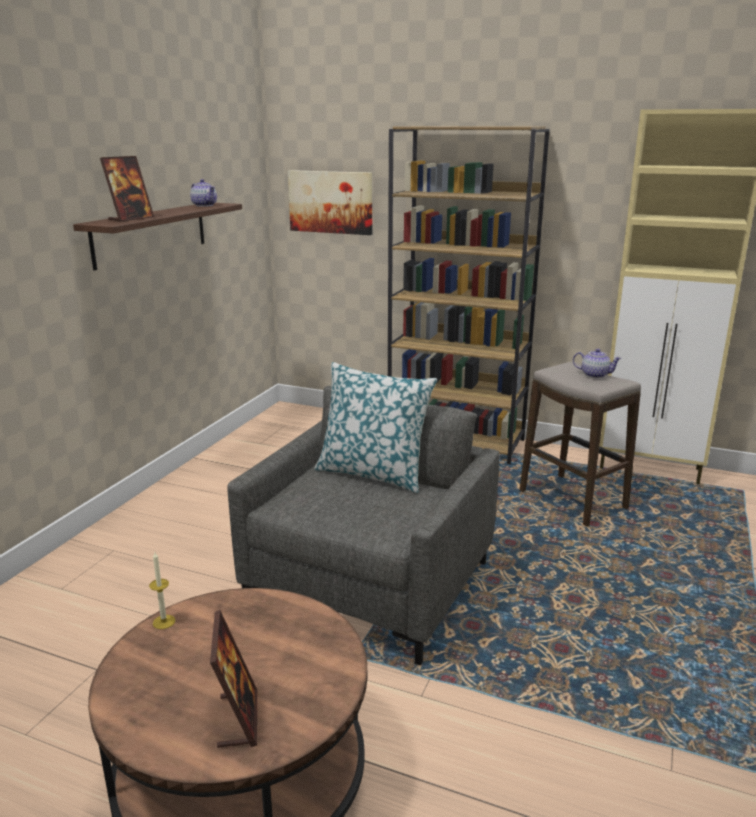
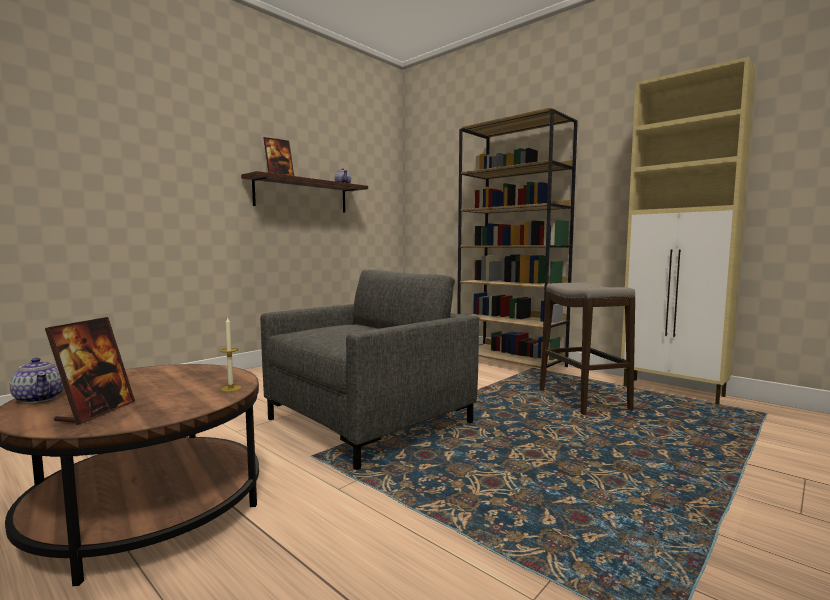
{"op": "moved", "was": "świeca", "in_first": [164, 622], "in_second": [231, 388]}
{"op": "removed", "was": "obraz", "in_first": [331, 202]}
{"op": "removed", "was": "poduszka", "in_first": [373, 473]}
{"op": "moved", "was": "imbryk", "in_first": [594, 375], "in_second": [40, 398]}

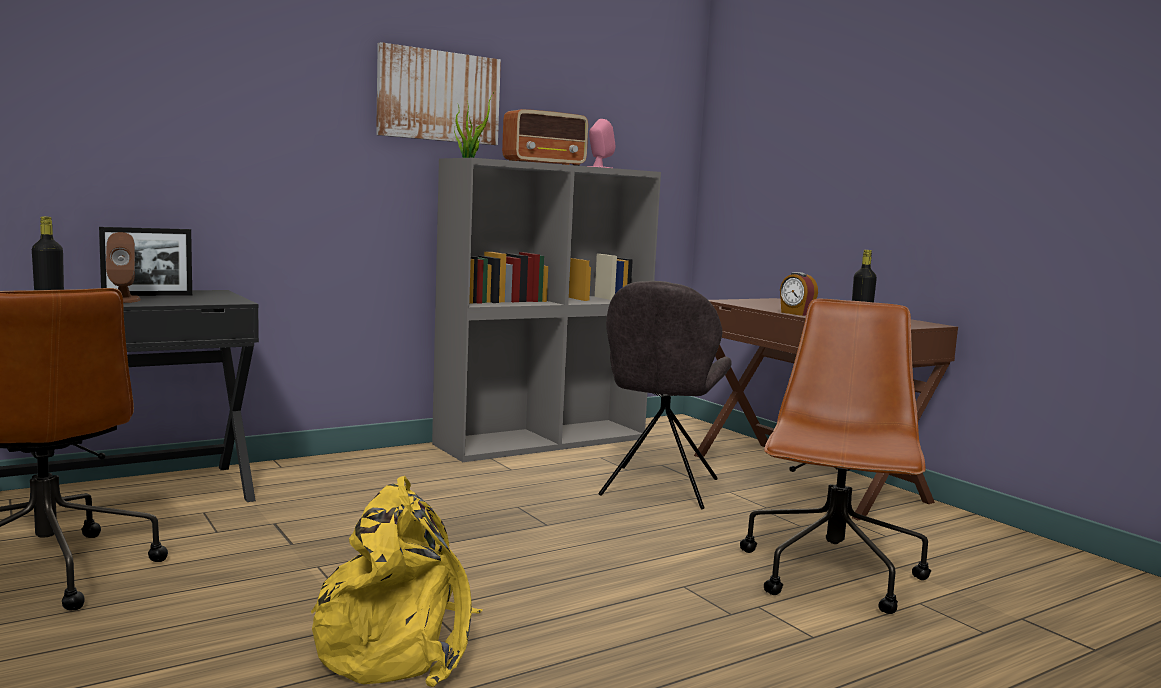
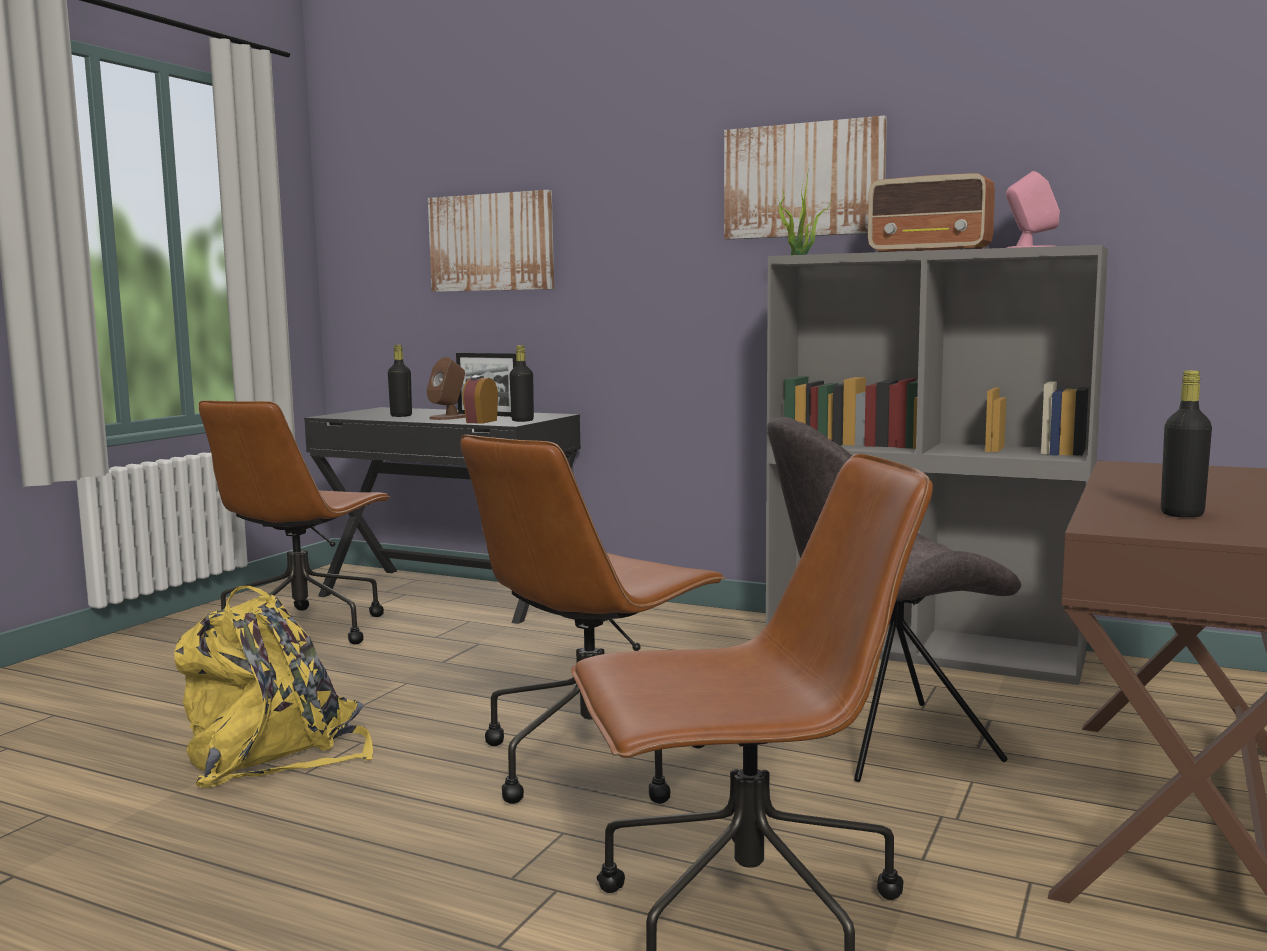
{"op": "moved", "was": "budzik", "in_first": [796, 313], "in_second": [480, 421]}
{"op": "added", "now": "obraz", "in_second": [492, 242]}
{"op": "added", "now": "krzesło biurowe/brązowy", "in_second": [594, 758]}
{"op": "added", "now": "butelka/czarny", "in_second": [522, 420]}

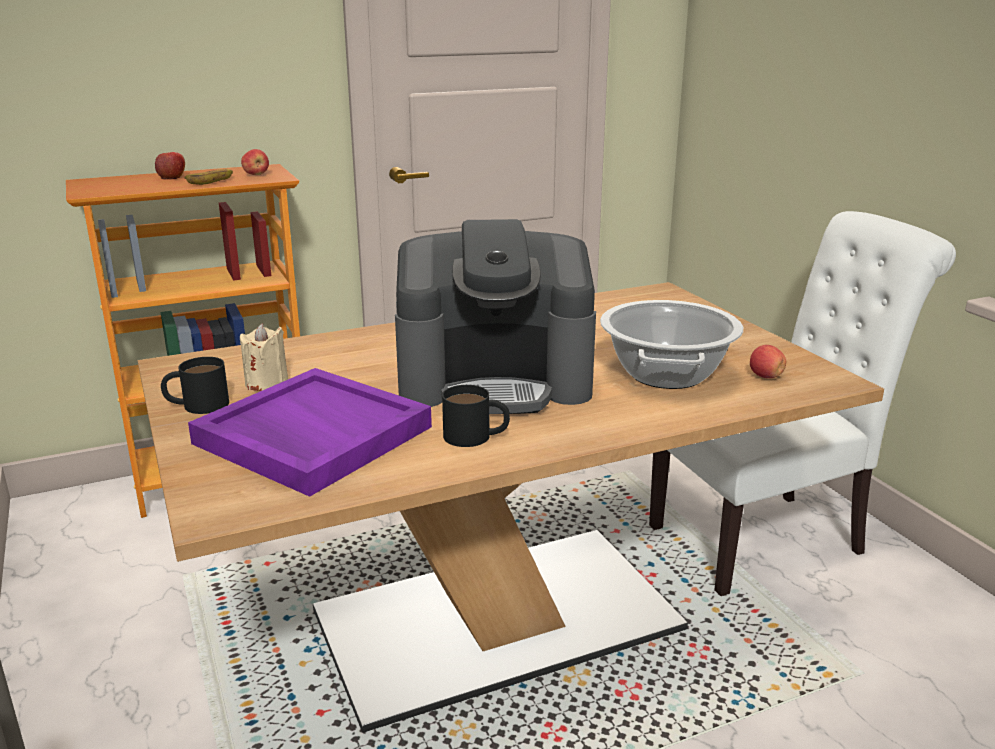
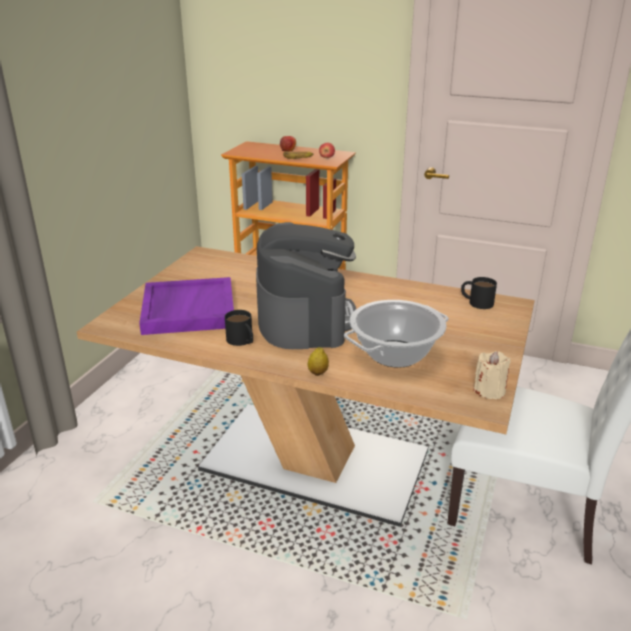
{"op": "moved", "was": "kubek/czarny", "in_first": [197, 405], "in_second": [476, 302]}
{"op": "moved", "was": "świeca/beżowy", "in_first": [267, 383], "in_second": [489, 390]}
{"op": "turned", "was": "ekspres do kawy", "in_first": [495, 381], "in_second": [305, 318], "clockwise": -135}
{"op": "removed", "was": "jabłko", "in_first": [765, 376]}
{"op": "added", "now": "cytryna", "in_second": [318, 373]}

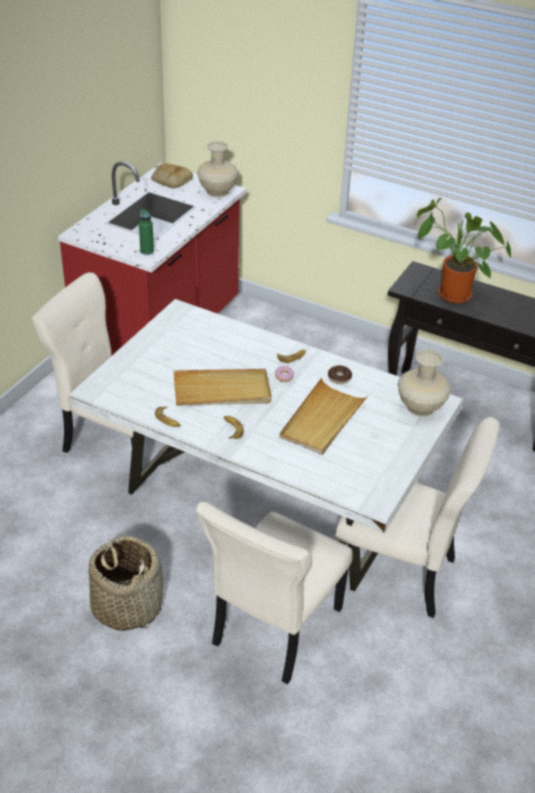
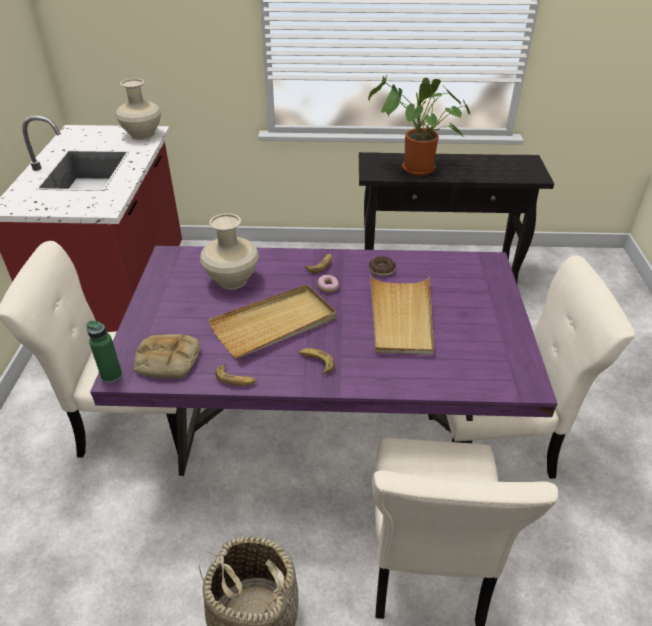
{"op": "recoloured", "was": "stół jadalny/biały", "now": "stół jadalny/fioletowy", "in_first": [260, 506], "in_second": [324, 432]}
{"op": "moved", "was": "butelka/zielony", "in_first": [147, 251], "in_second": [111, 375]}
{"op": "moved", "was": "chleb", "in_first": [171, 180], "in_second": [166, 361]}
{"op": "moved", "was": "wazon/beżowy", "in_first": [420, 408], "in_second": [232, 281]}

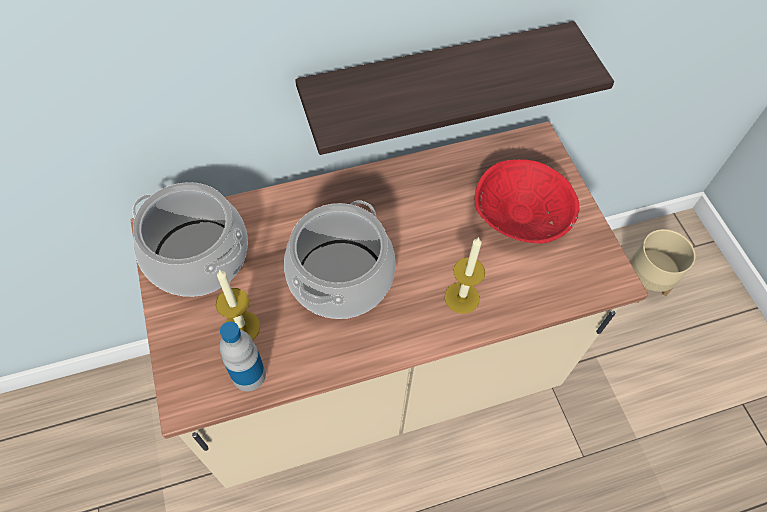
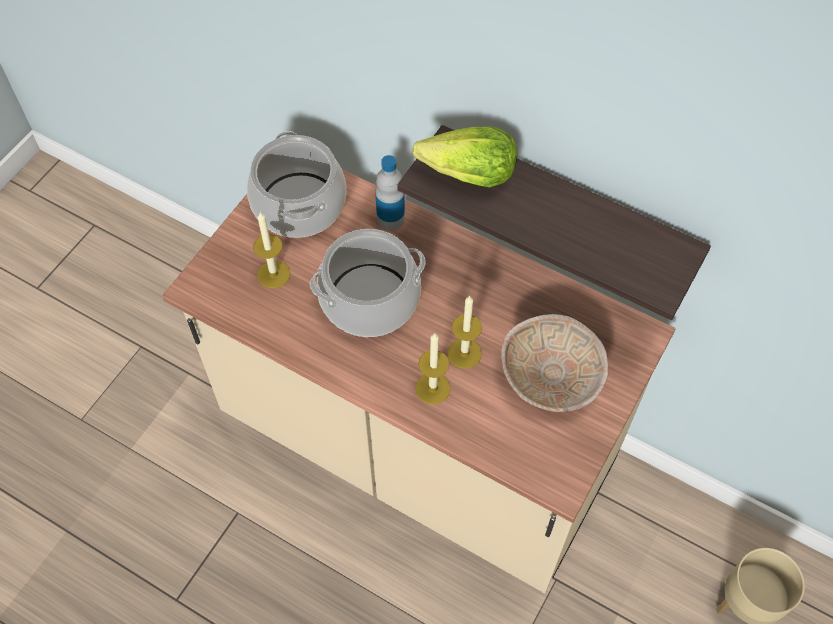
{"op": "moved", "was": "butelka", "in_first": [249, 375], "in_second": [390, 219]}
{"op": "recoloured", "was": "miska/czerwony", "now": "miska/beżowy", "in_first": [522, 216], "in_second": [552, 376]}
{"op": "added", "now": "sałata", "in_second": [468, 175]}
{"op": "added", "now": "świeca", "in_second": [464, 353]}

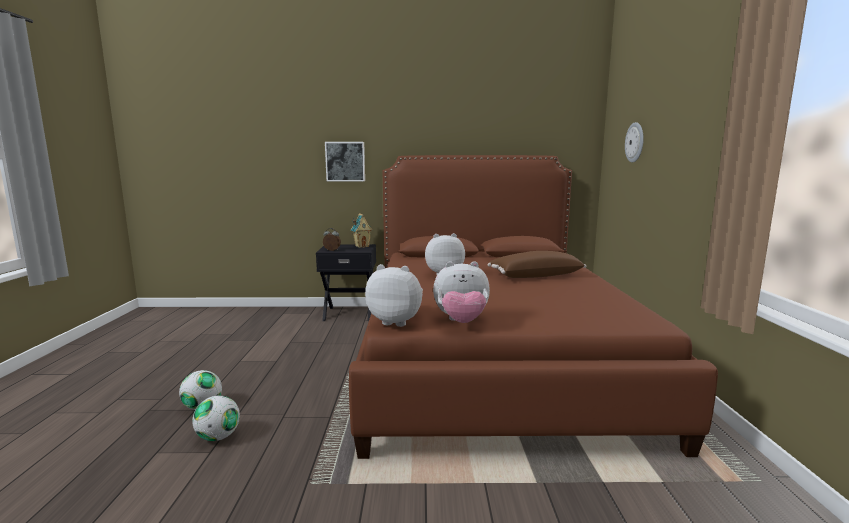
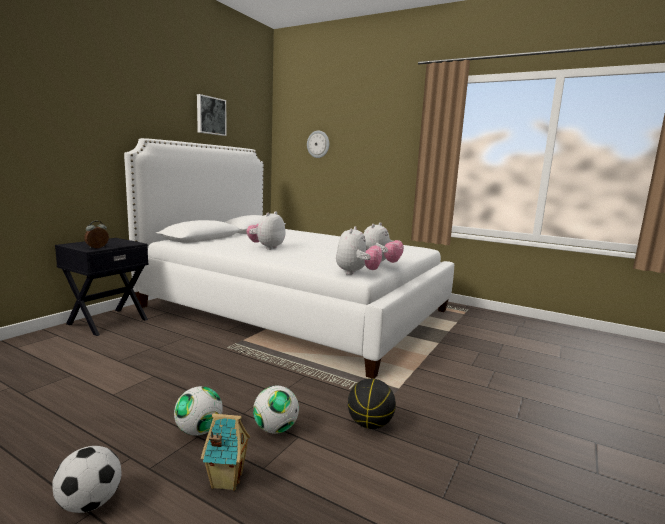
{"op": "moved", "was": "obraz", "in_first": [345, 161], "in_second": [210, 115]}
{"op": "recoloured", "was": "łóżko/brązowy", "now": "łóżko/biały", "in_first": [490, 357], "in_second": [295, 309]}
{"op": "moved", "was": "domek", "in_first": [362, 246], "in_second": [226, 480]}
{"op": "turned", "was": "pluszak", "in_first": [396, 321], "in_second": [356, 273], "clockwise": 150}
{"op": "removed", "was": "poduszka/brązowy", "in_first": [535, 276]}
{"op": "added", "now": "piłka futbolowa", "in_second": [90, 503]}
{"op": "added", "now": "piłka do koszykówki", "in_second": [369, 424]}

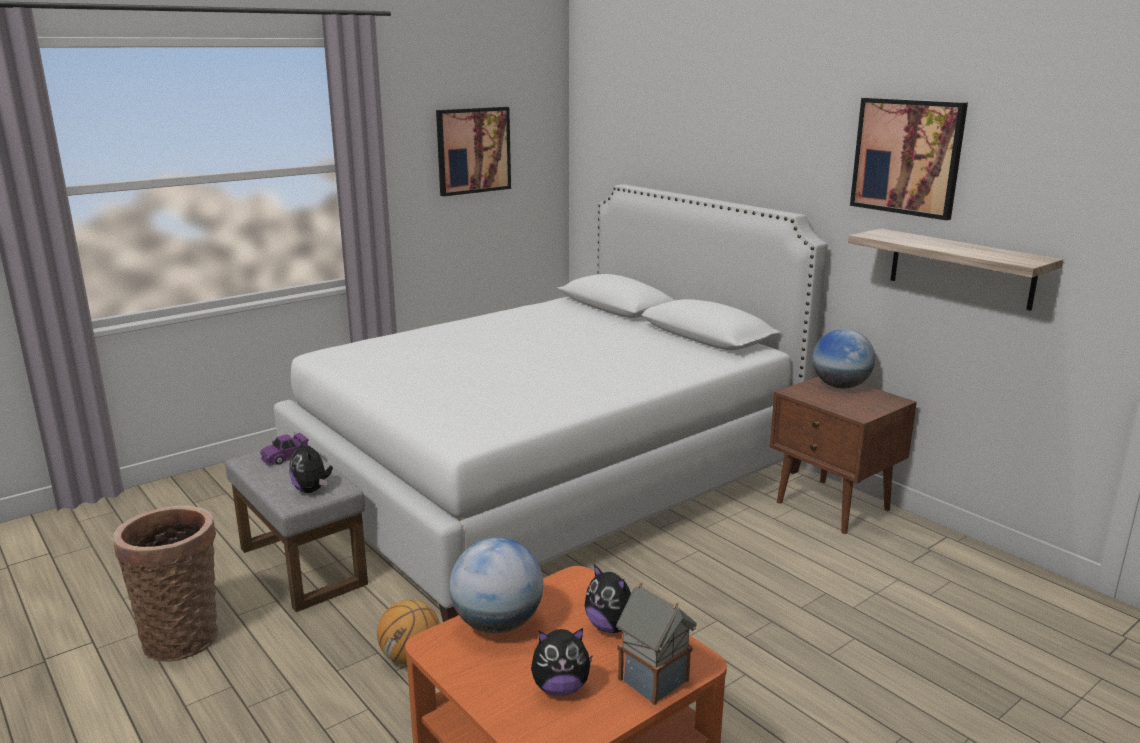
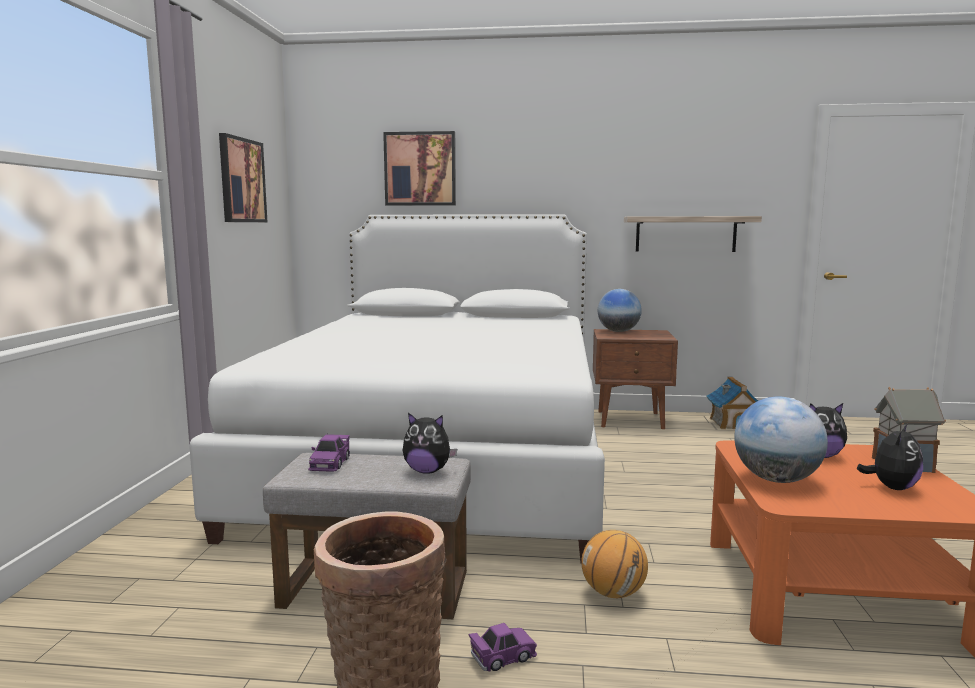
{"op": "moved", "was": "obraz", "in_first": [907, 157], "in_second": [420, 169]}
{"op": "added", "now": "samochodzik/fioletowy", "in_second": [503, 657]}
{"op": "added", "now": "domek", "in_second": [734, 423]}

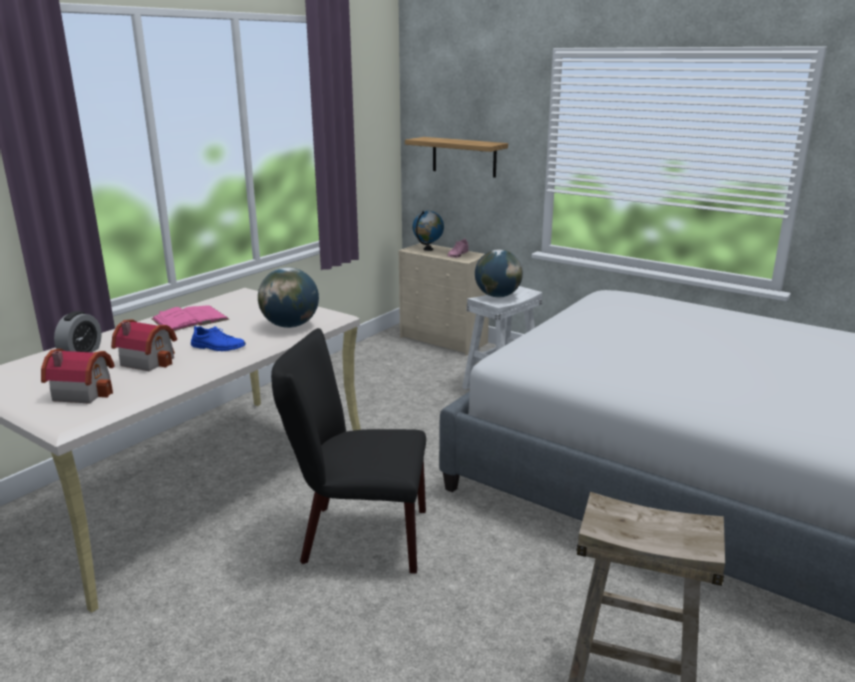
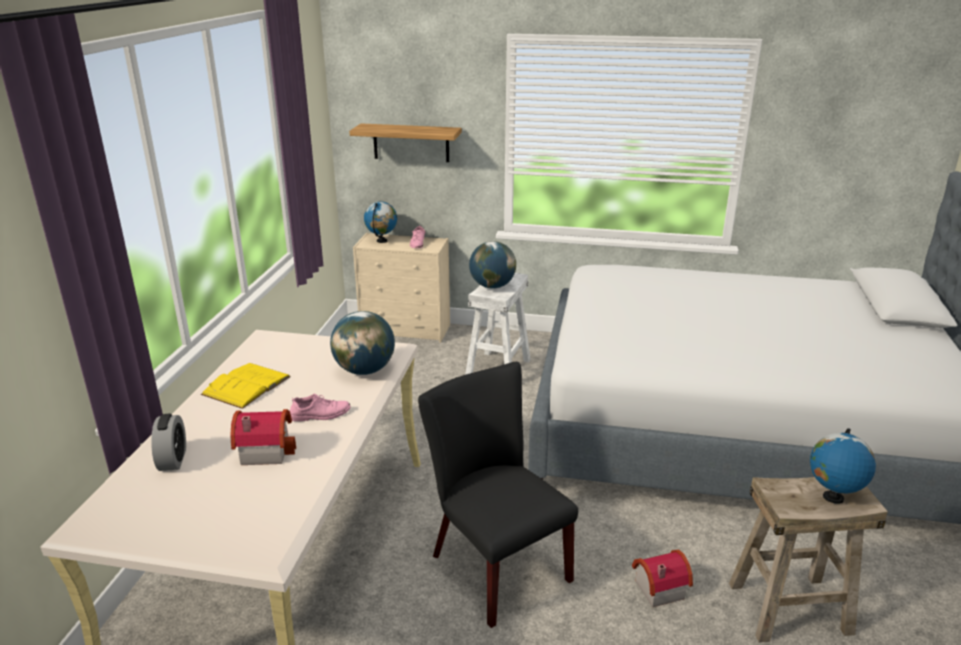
{"op": "moved", "was": "domek", "in_first": [83, 392], "in_second": [657, 588]}
{"op": "recoloured", "was": "książka/różowy", "now": "książka/żółty", "in_first": [190, 319], "in_second": [246, 385]}
{"op": "recoloured", "was": "but/niebieski", "now": "but/różowy", "in_first": [218, 347], "in_second": [320, 414]}
{"op": "turned", "was": "krzesło/czarny", "in_first": [356, 536], "in_second": [493, 563], "clockwise": 75}
{"op": "added", "now": "globus", "in_second": [832, 497]}

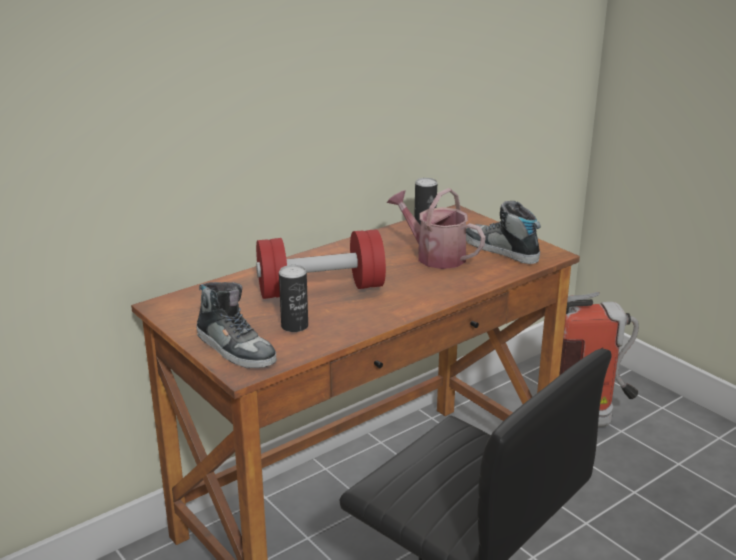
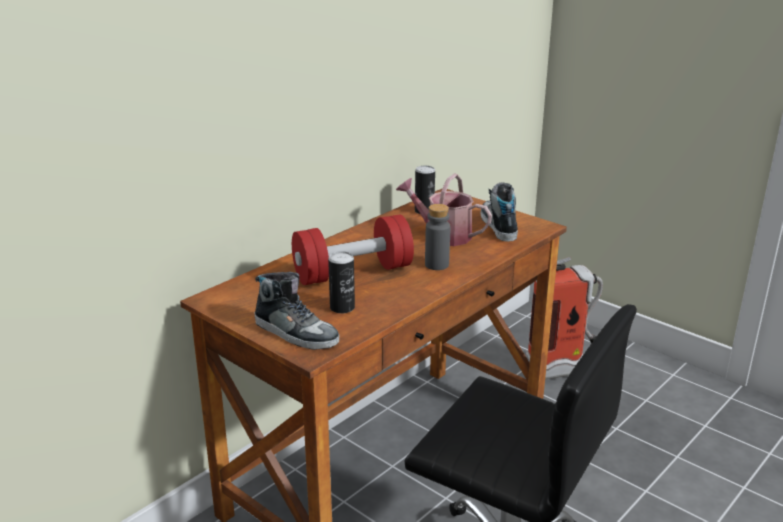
{"op": "turned", "was": "but", "in_first": [501, 250], "in_second": [498, 226], "clockwise": 45}
{"op": "added", "now": "butelka/szary", "in_second": [437, 265]}

